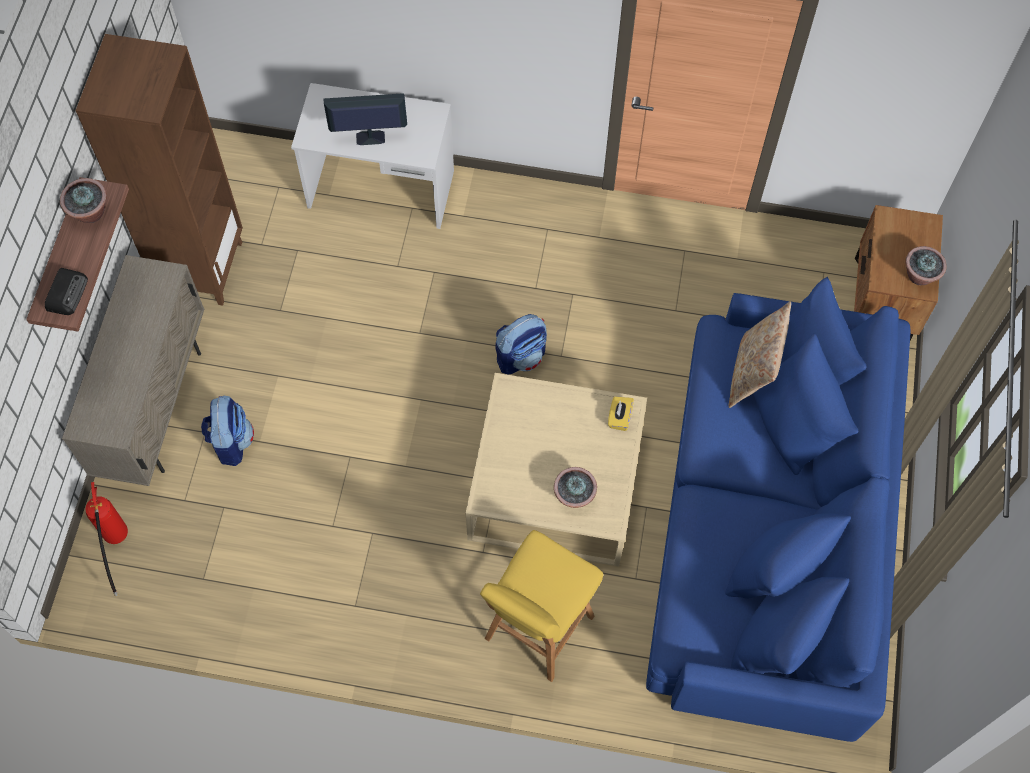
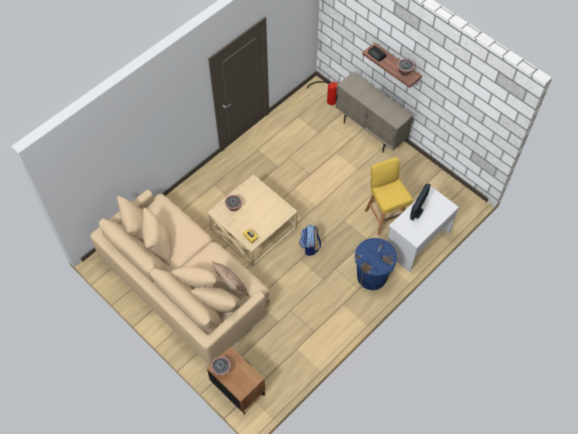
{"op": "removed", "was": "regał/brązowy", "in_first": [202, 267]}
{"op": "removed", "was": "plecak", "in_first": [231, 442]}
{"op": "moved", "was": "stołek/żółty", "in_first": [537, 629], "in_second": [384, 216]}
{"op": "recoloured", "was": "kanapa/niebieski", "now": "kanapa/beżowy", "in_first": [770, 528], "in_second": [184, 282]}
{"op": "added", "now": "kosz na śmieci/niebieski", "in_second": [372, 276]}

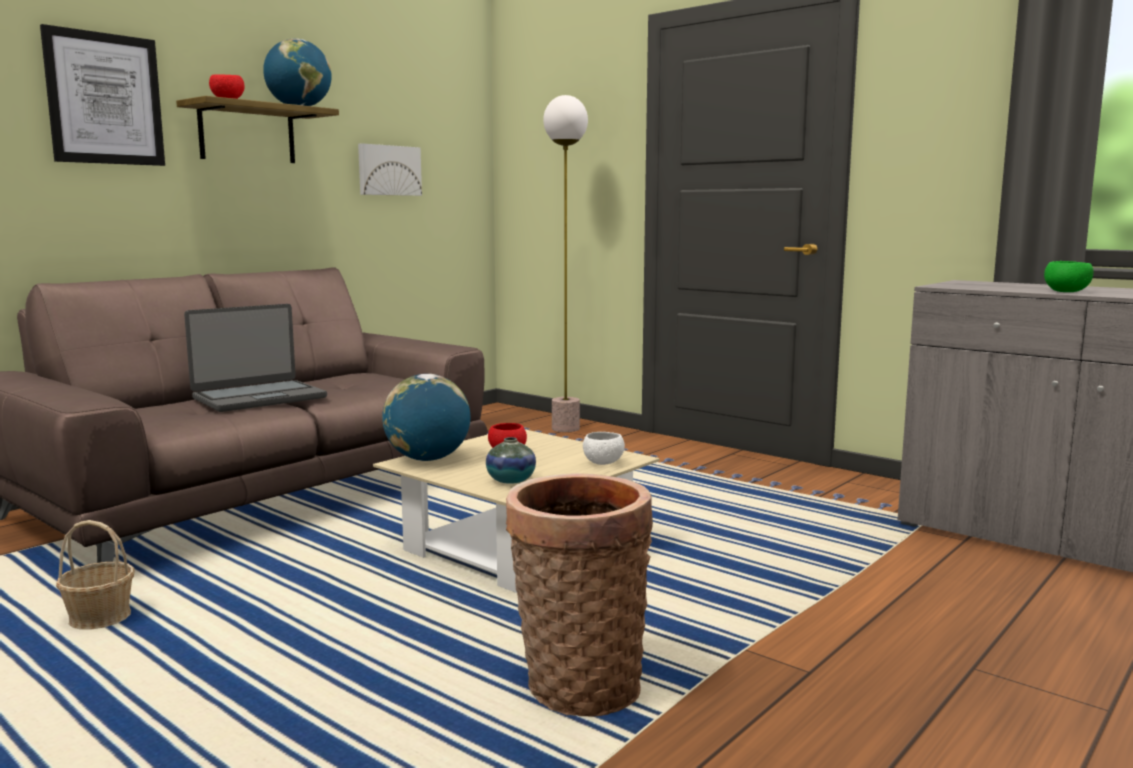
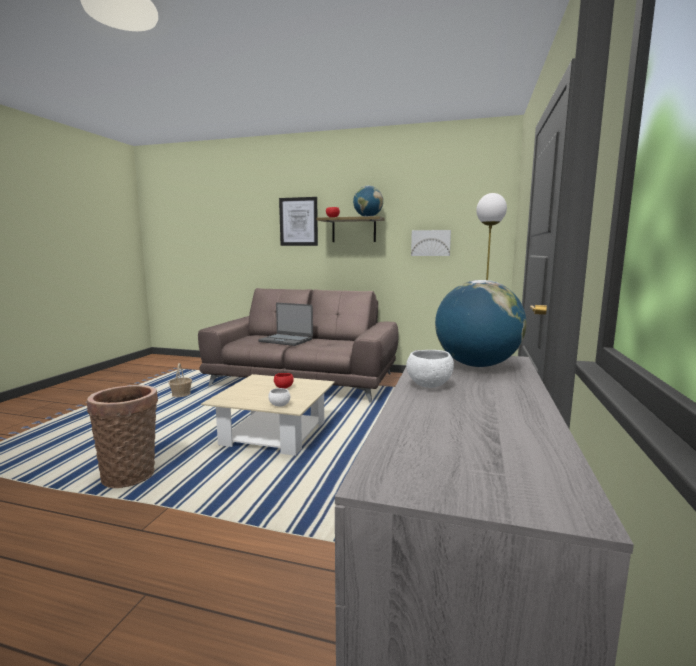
{"op": "moved", "was": "globus", "in_first": [427, 459], "in_second": [476, 365]}
{"op": "removed", "was": "wazon", "in_first": [511, 480]}
{"op": "recoloured", "was": "miska/zielony", "now": "miska/biały", "in_first": [1066, 292], "in_second": [428, 385]}

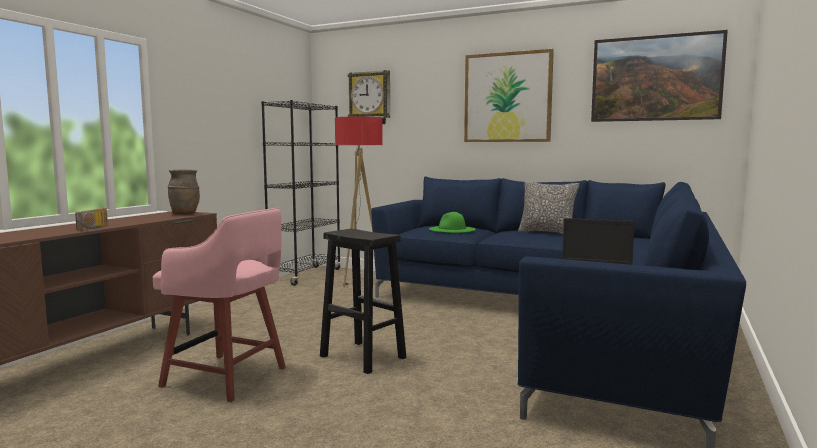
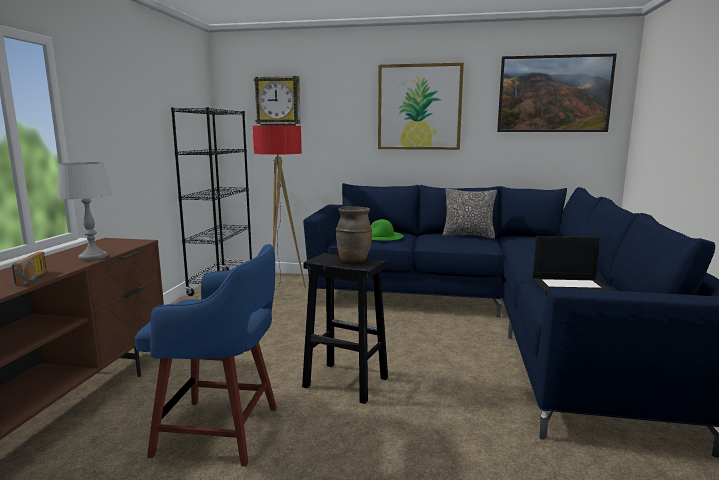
{"op": "recoloured", "was": "stołek/różowy", "now": "stołek/niebieski", "in_first": [227, 378], "in_second": [221, 432]}
{"op": "moved", "was": "wazon/brązowy", "in_first": [185, 214], "in_second": [353, 261]}
{"op": "added", "now": "lampa stołowa/szary", "in_second": [93, 257]}

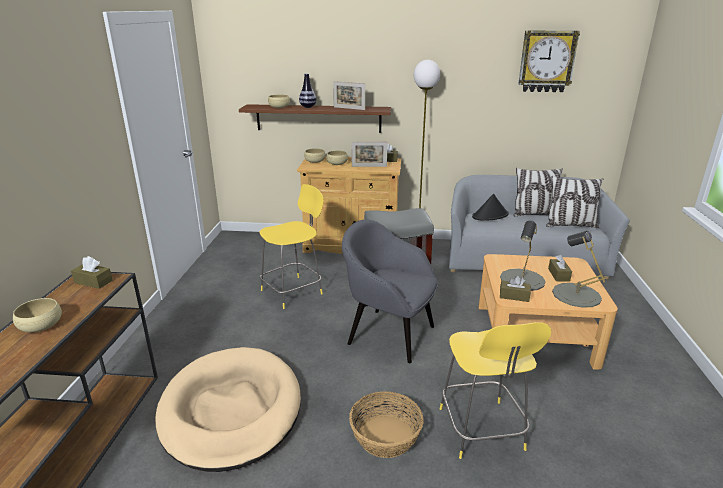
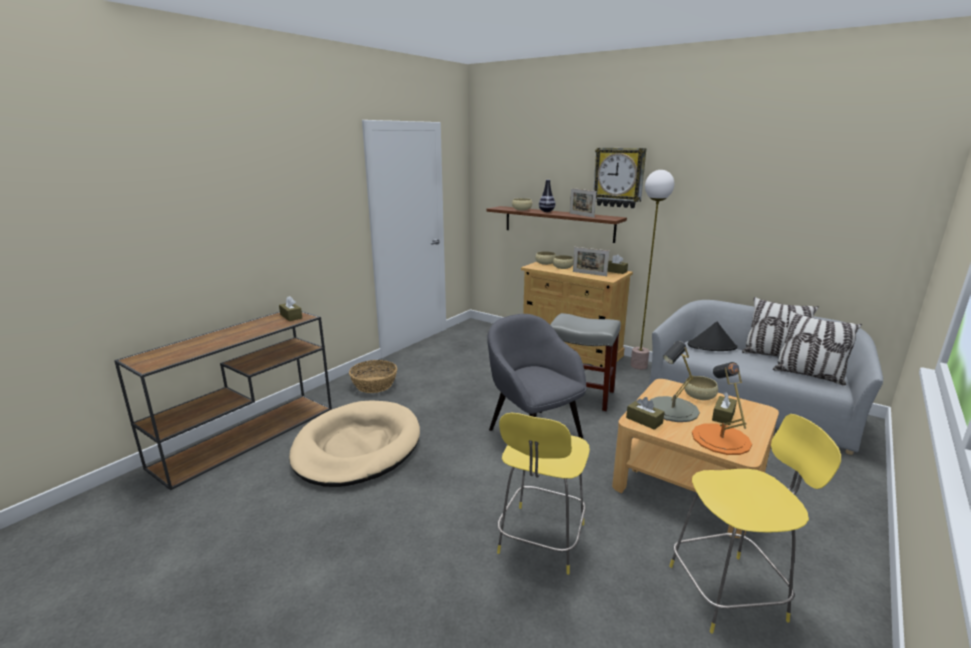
{"op": "moved", "was": "miska/beżowy", "in_first": [40, 325], "in_second": [699, 396]}
{"op": "moved", "was": "stołek/żółty", "in_first": [293, 291], "in_second": [730, 592]}
{"op": "moved", "was": "koszyk", "in_first": [386, 436], "in_second": [374, 385]}
{"op": "moved", "was": "zegar ścienny", "in_first": [546, 61], "in_second": [619, 177]}
{"op": "recoloured", "was": "lampa stołowa/szary", "now": "lampa stołowa/pomarańczowy", "in_first": [576, 295], "in_second": [720, 439]}

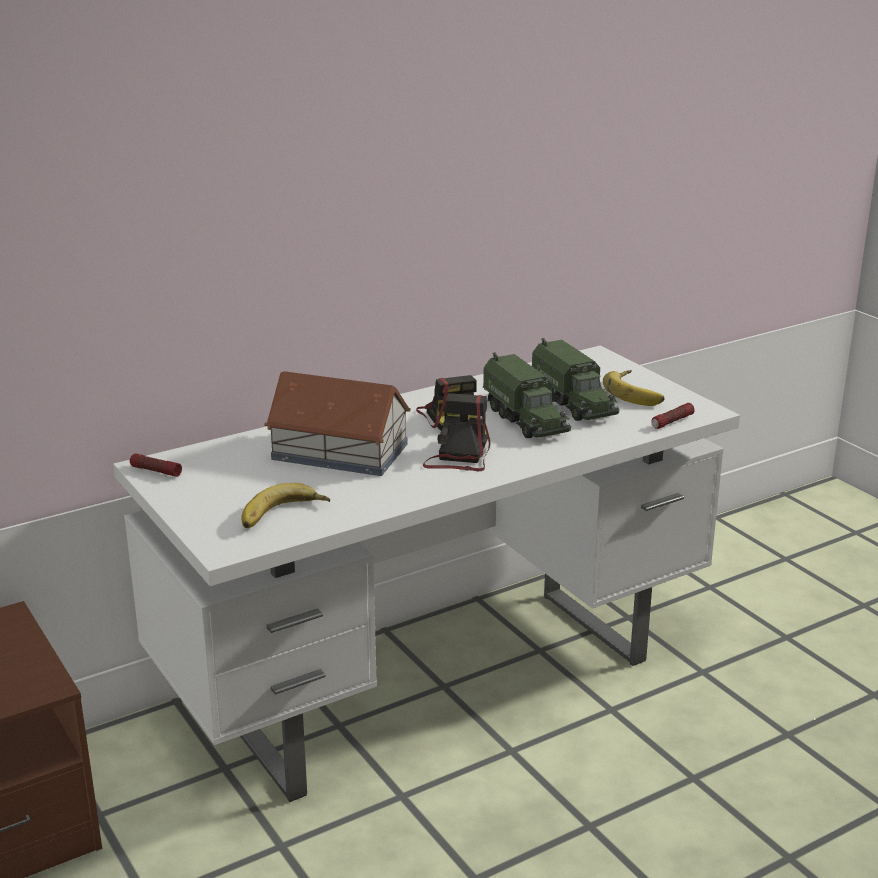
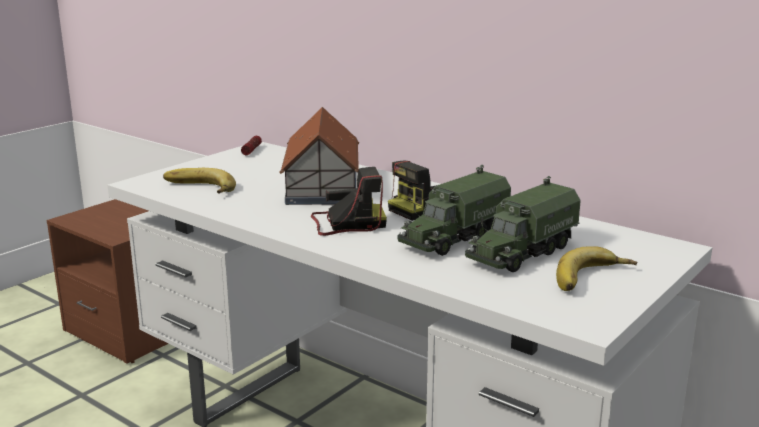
{"op": "removed", "was": "latarka", "in_first": [672, 422]}

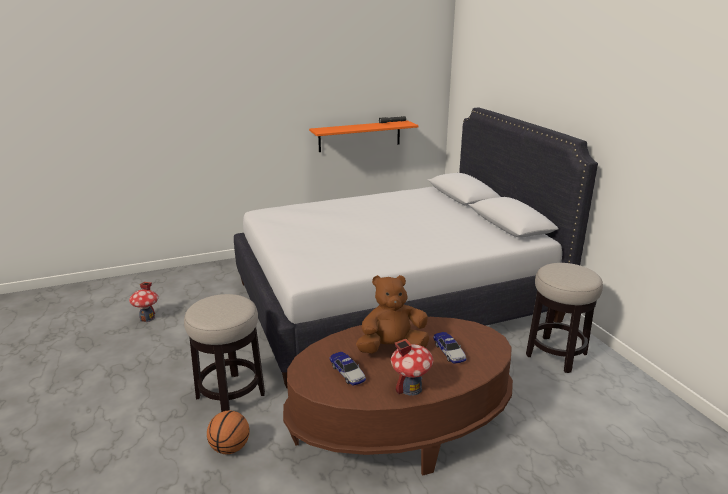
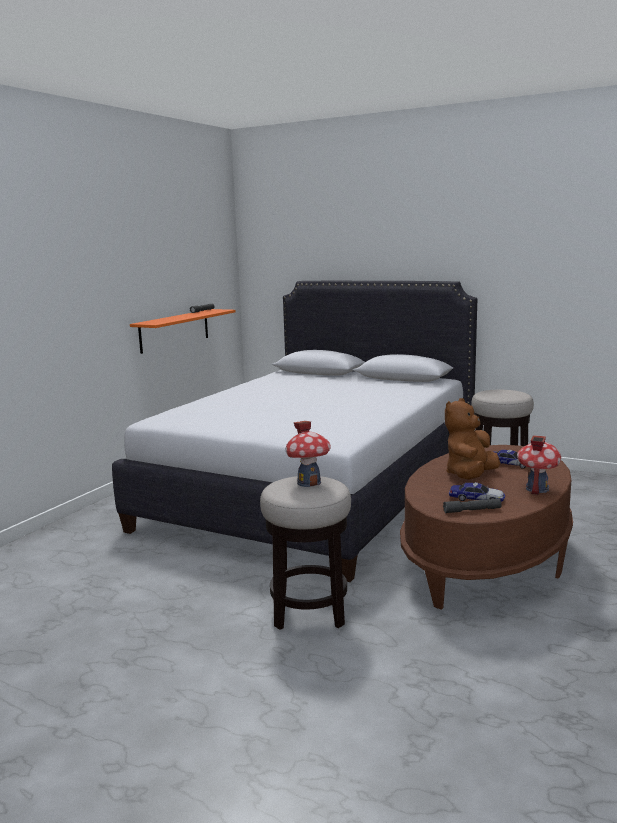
{"op": "moved", "was": "domek", "in_first": [147, 318], "in_second": [309, 482]}
{"op": "removed", "was": "piłka do koszykówki", "in_first": [230, 448]}
{"op": "added", "now": "latarka/szary", "in_second": [472, 510]}

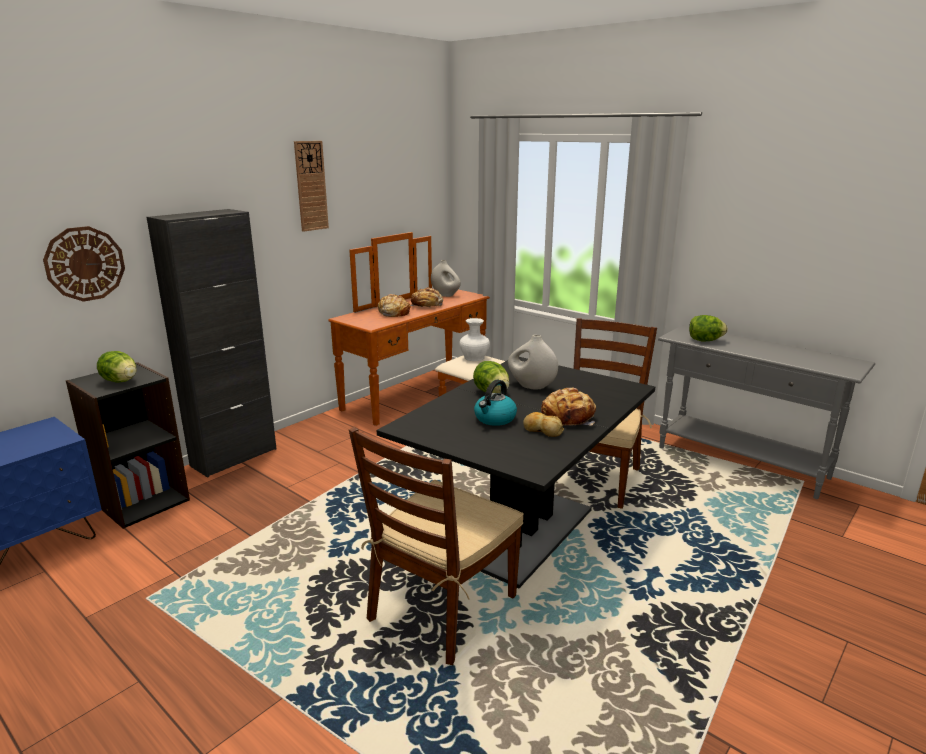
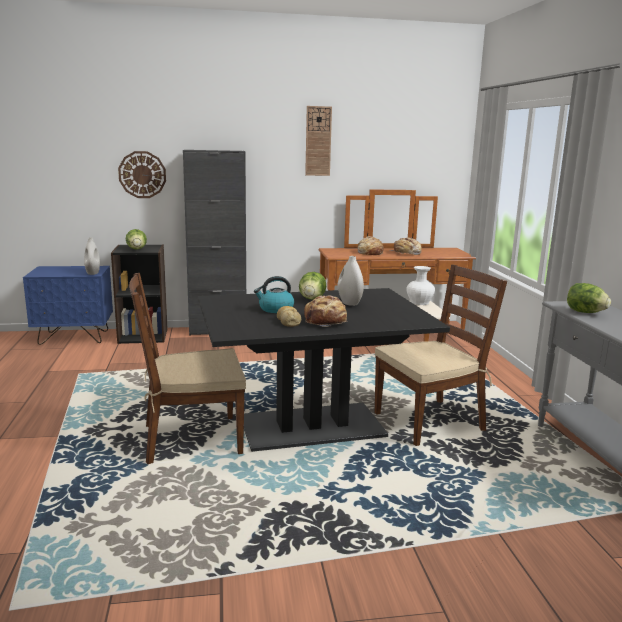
{"op": "moved", "was": "wazon/biały", "in_first": [445, 295], "in_second": [93, 273]}

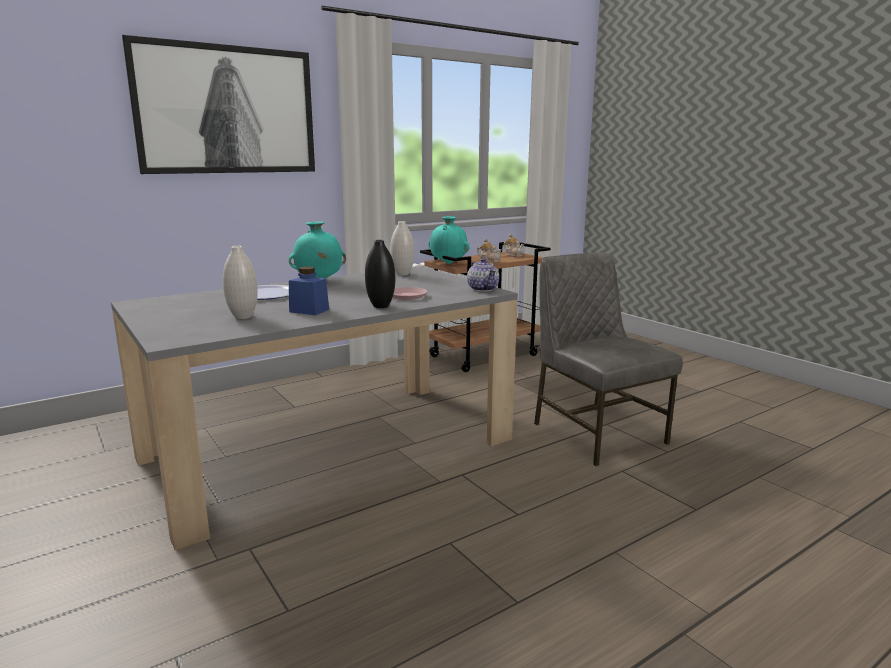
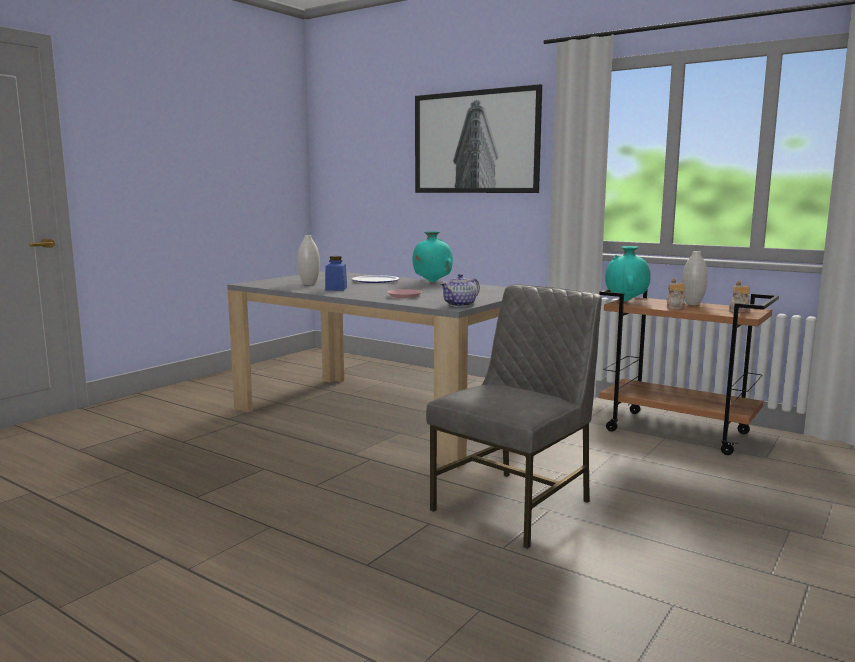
{"op": "removed", "was": "wazon/czarny", "in_first": [380, 306]}
{"op": "moved", "was": "wazon/biały", "in_first": [402, 274], "in_second": [692, 304]}

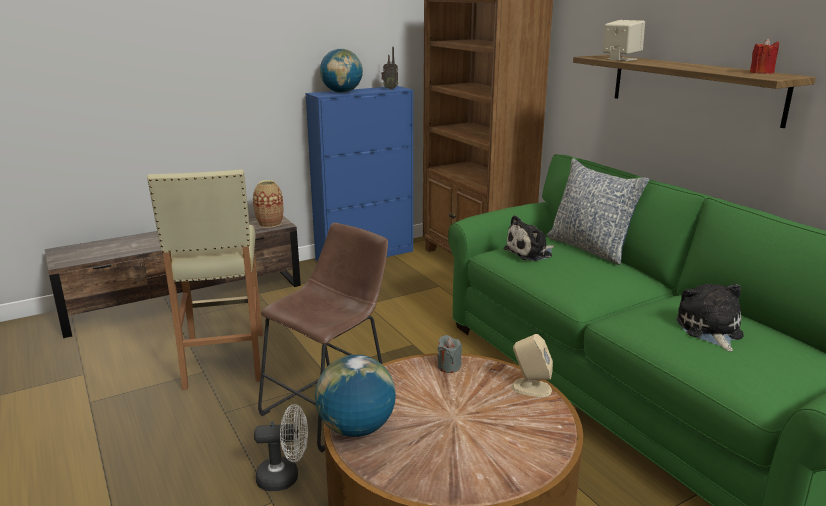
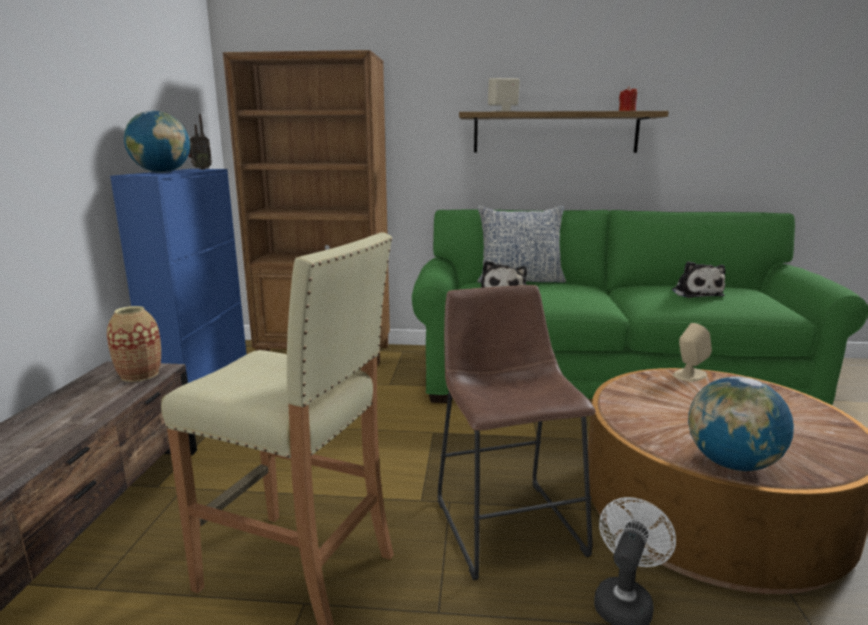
{"op": "removed", "was": "świeca/szary", "in_first": [449, 367]}
{"op": "turned", "was": "pluszak", "in_first": [709, 330], "in_second": [695, 293], "clockwise": -135}

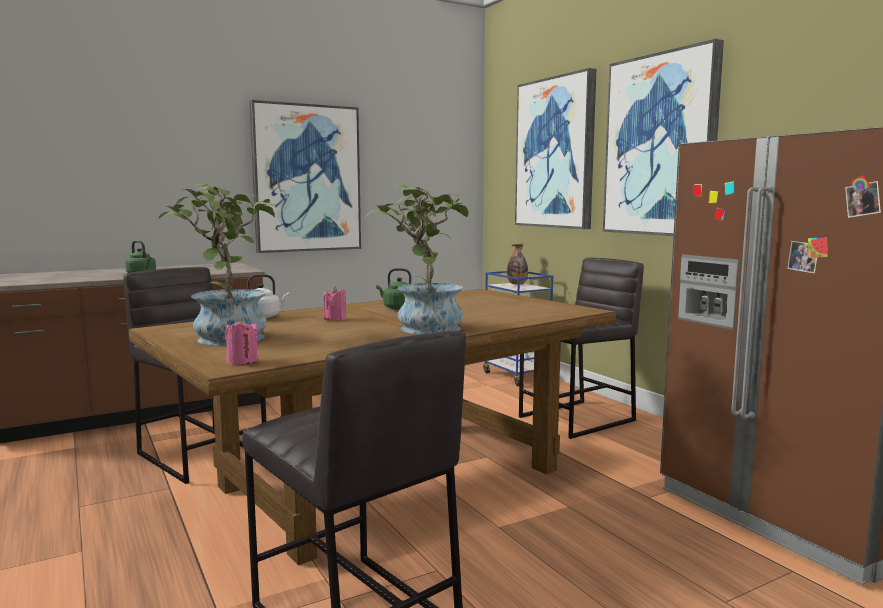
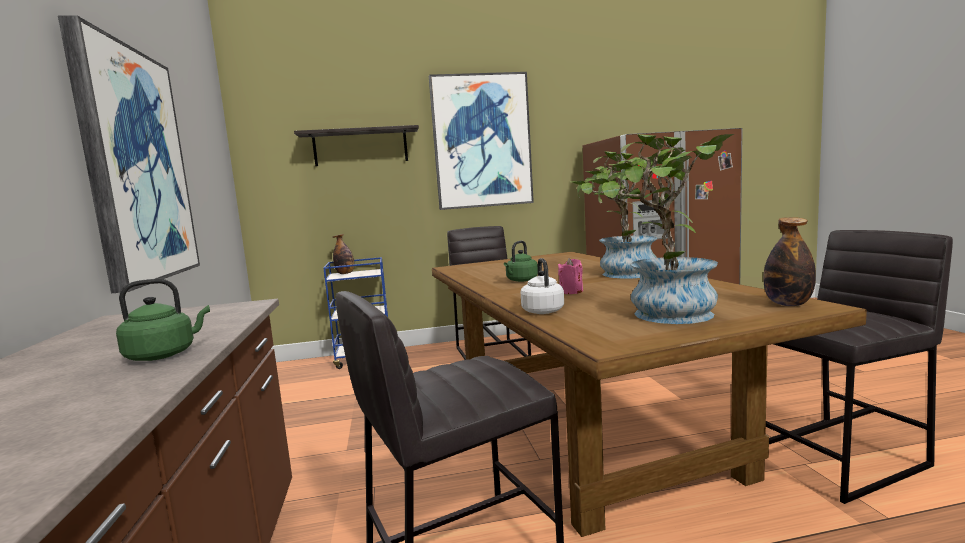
{"op": "replaced", "was": "świeca/różowy", "now": "butelka", "in_first": [242, 361], "in_second": [788, 304]}
{"op": "replaced", "was": "obraz", "now": "półka", "in_first": [555, 153], "in_second": [360, 147]}

